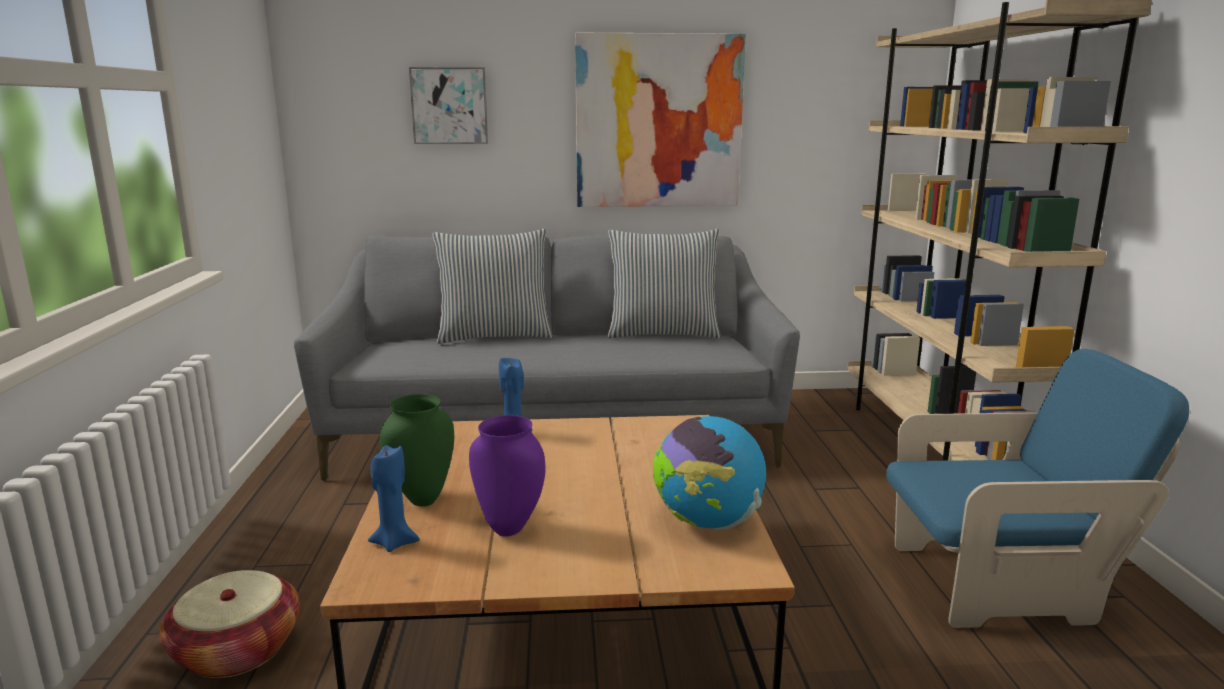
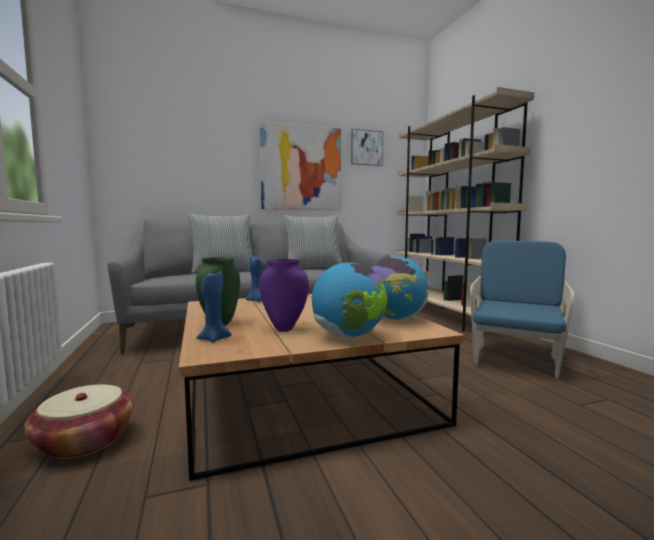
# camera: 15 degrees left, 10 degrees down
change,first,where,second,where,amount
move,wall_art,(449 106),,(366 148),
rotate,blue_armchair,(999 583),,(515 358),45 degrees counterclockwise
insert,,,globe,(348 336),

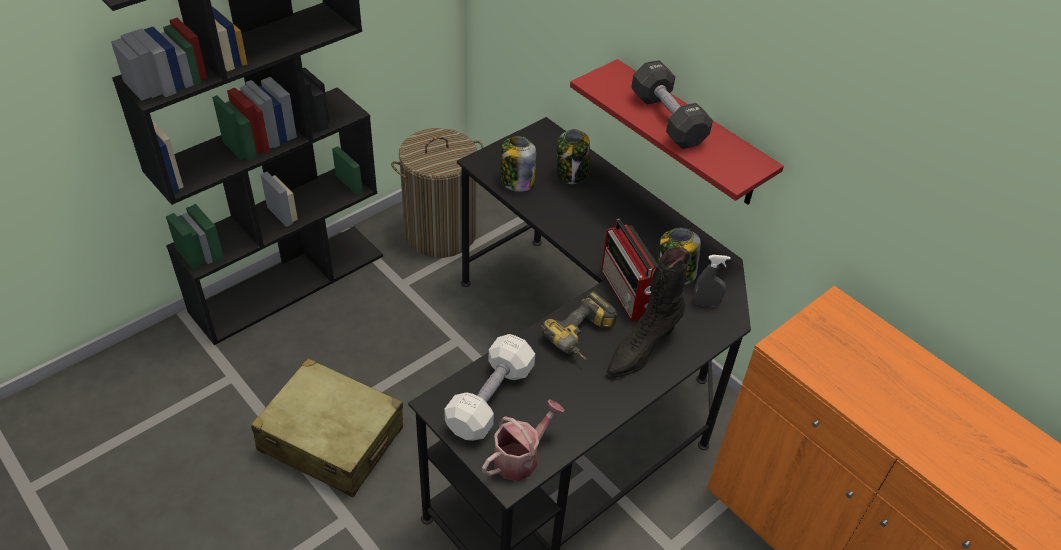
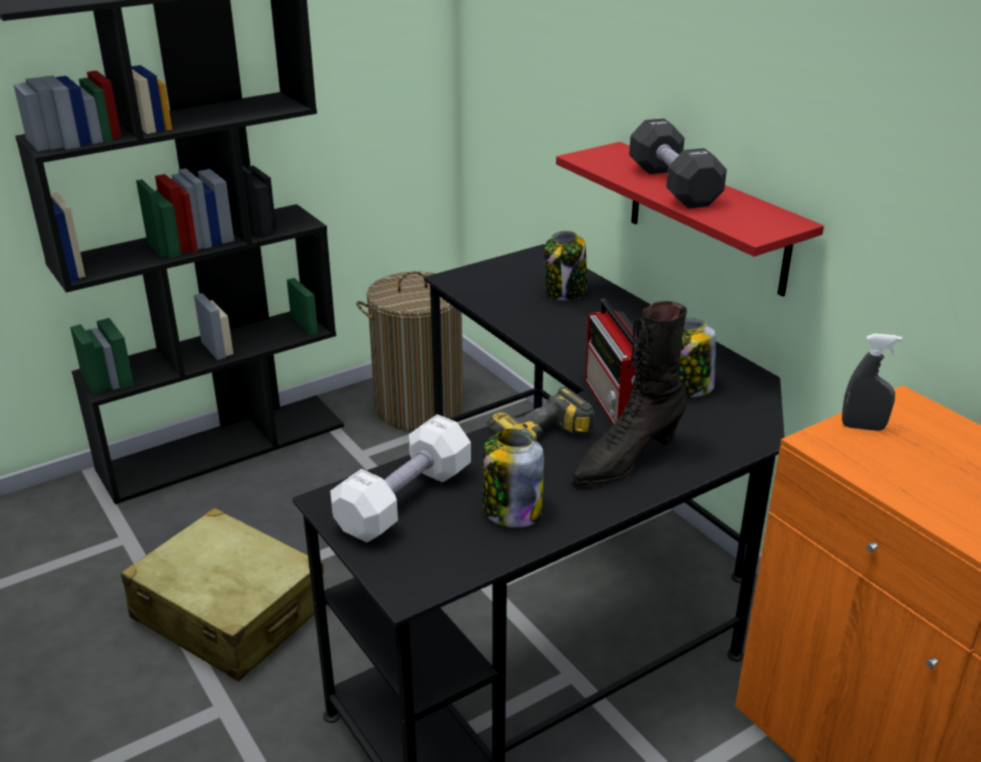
# camera: 10 degrees right, 15 degrees down
change,first,where,second,where,amount
delete,watering_pot,(520 457),,,
move,storage_jar,(516 181),,(511 511),
move,gray_hand_sprayer,(706 303),,(863 427),

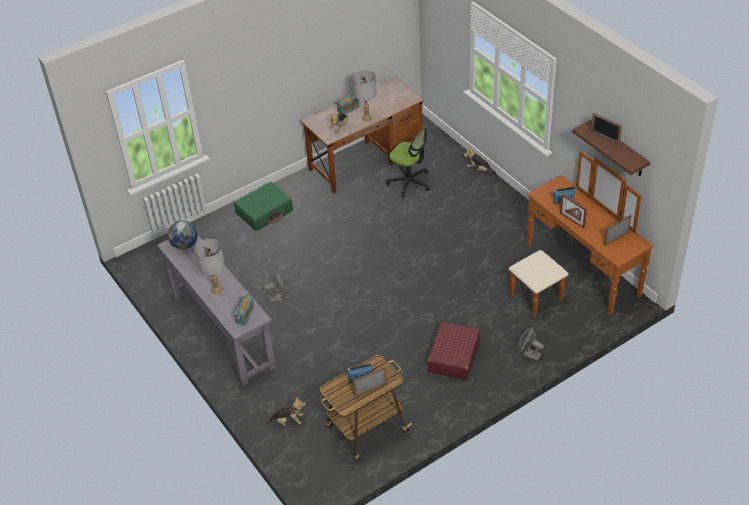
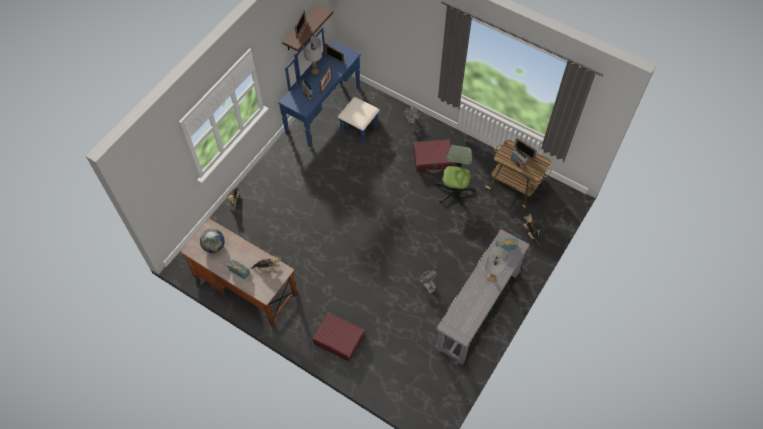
# camera: 115 degrees left, 15 degrees up
change,first,where,second,where,amount
move,globe,(185 245),,(214 246),
recolor,green_travel_case,(264 212),reddish_travel_case,(339 339),
move,gray_table_lamp,(366 118),,(315 71),
move,desk_chair,(409 182),,(454 192),
recolor,brown-coloured_drawer_chest,(572 276),blue_drawer_chest,(331 114),

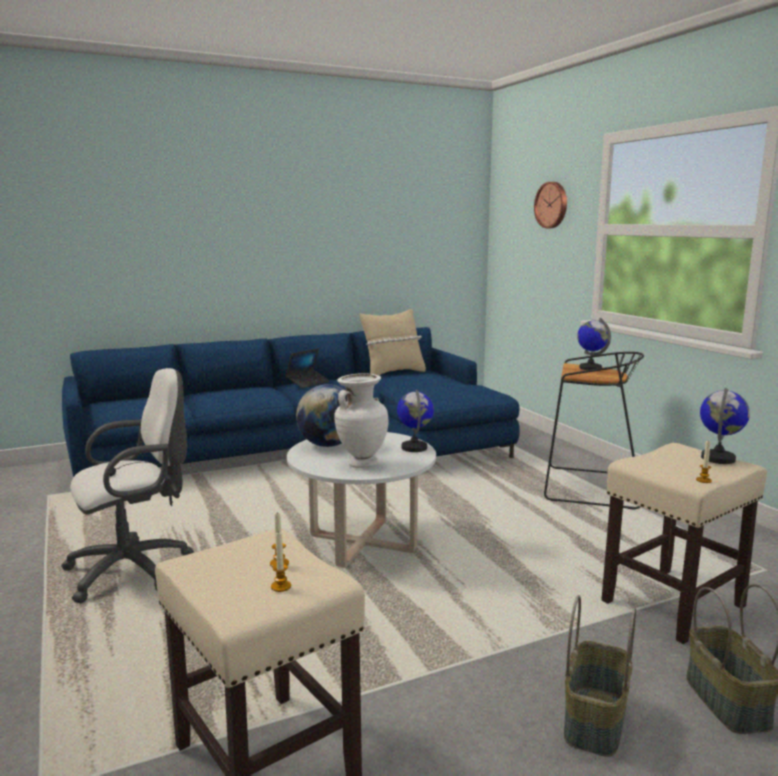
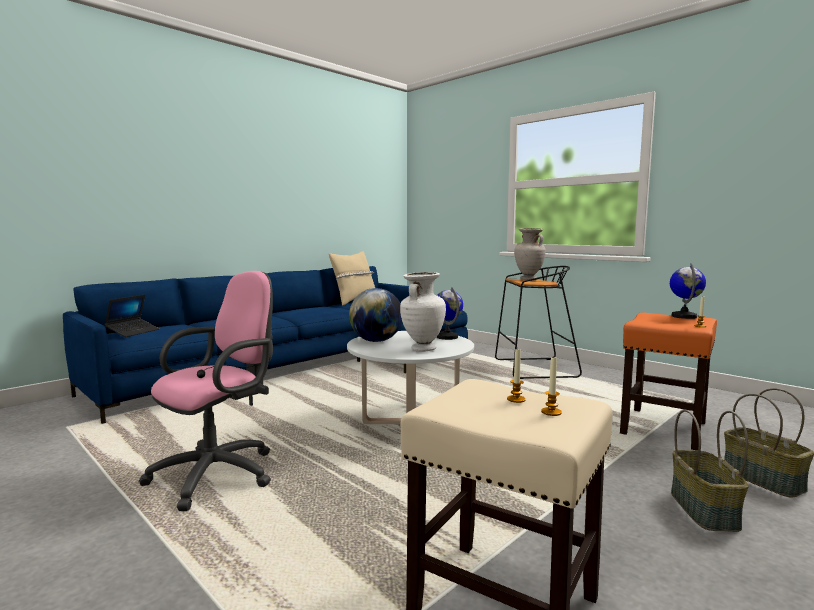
# camera: 20 degrees left, 5 degrees down
change,first,where,second,where,amount
recolor,white-coloured_desk_chair,(136 569),pink-coloured_desk_chair,(220 473),
move,laptop,(308 383),,(133 332),
delete,wall_clock,(552 205),,,
replace,globe,(590 368),beige-coloured_vase,(528 279),
recolor,beige-coloured_stool_seat,(672 604),orangey_stool_seat,(663 428),

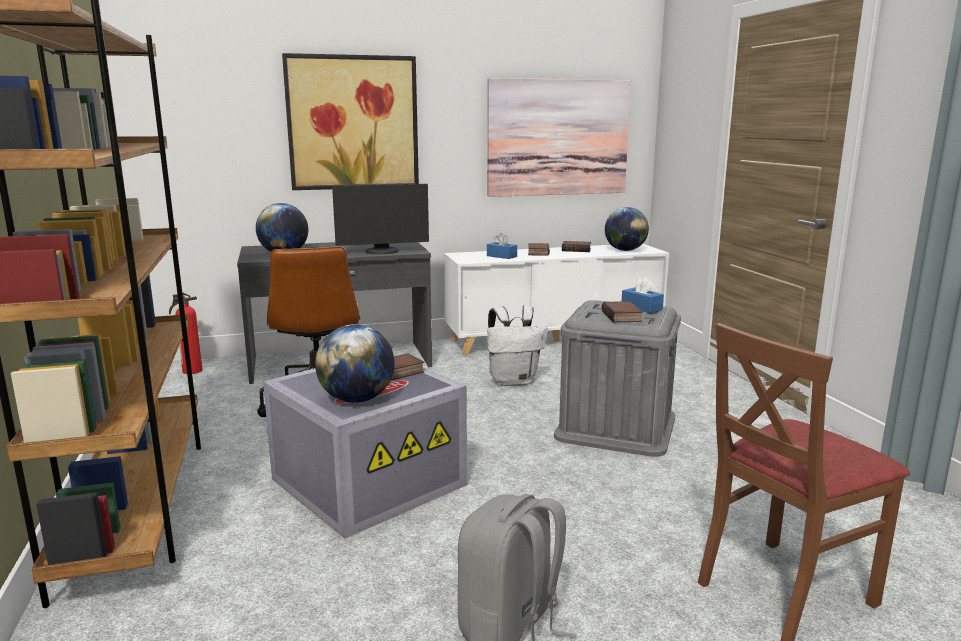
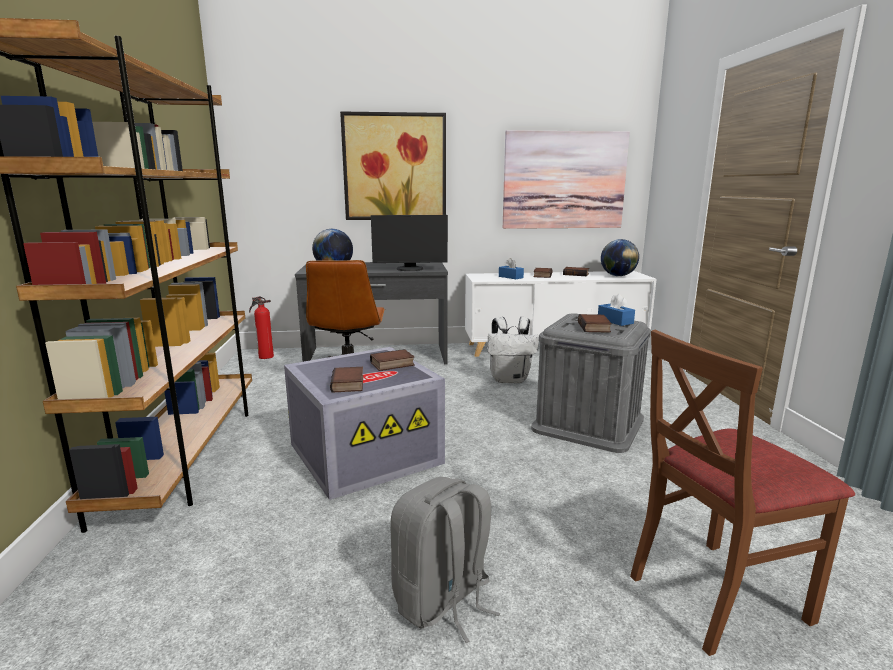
# camera: 10 degrees right, 0 degrees up
change,first,where,second,where,amount
replace,globe,(357 399),bound_book,(349 384),

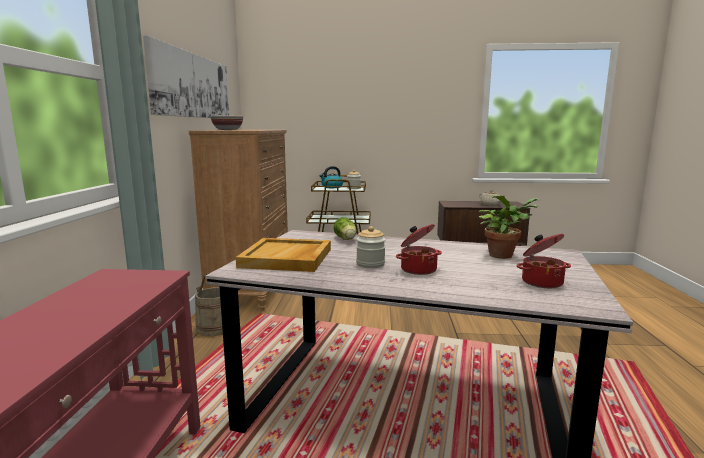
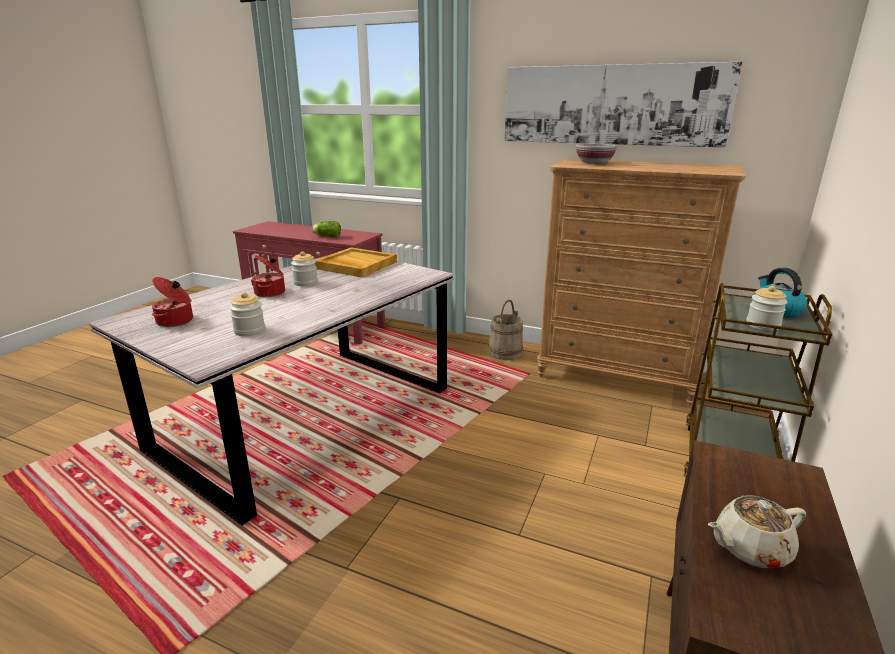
# camera: 110 degrees right, 10 degrees up
change,first,where,second,where,amount
move,lettuce,(346 239),,(326 236),
replace,houseplant,(503 255),storage_jar,(249 330),

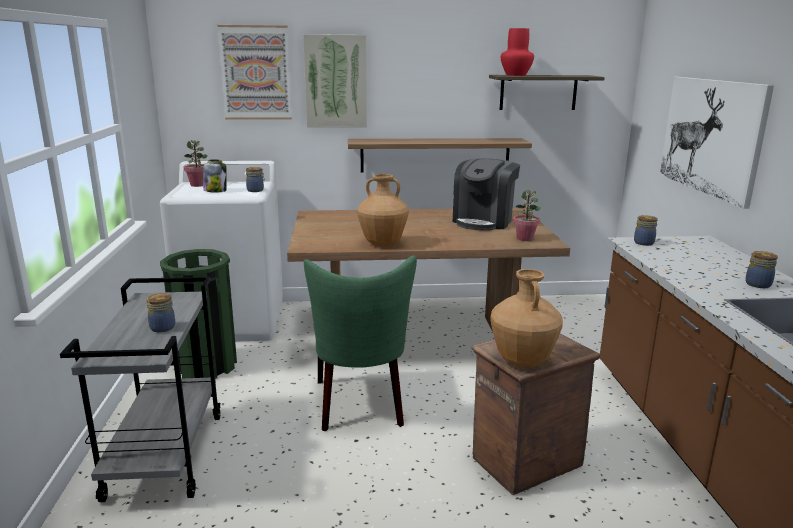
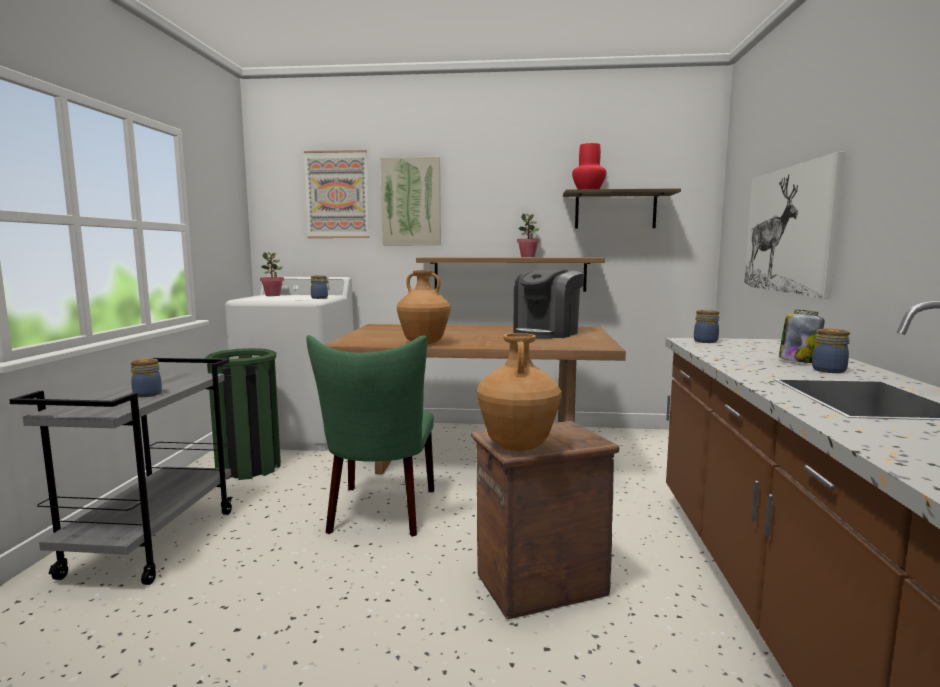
# camera: 10 degrees right, 10 degrees down
change,first,where,second,where,amount
move,storage_jar,(215 191),,(798 361),
move,houseplant,(525 238),,(528 257),

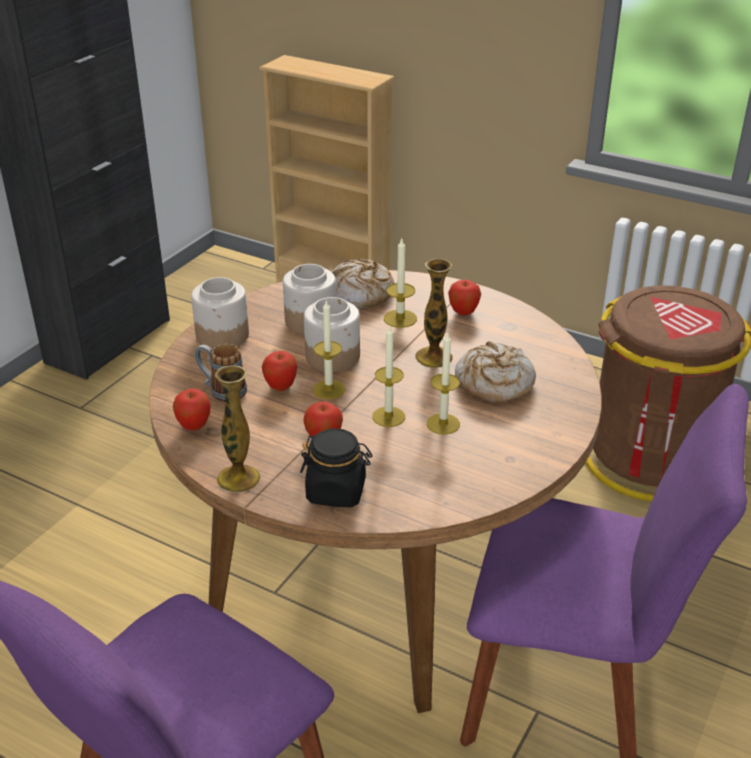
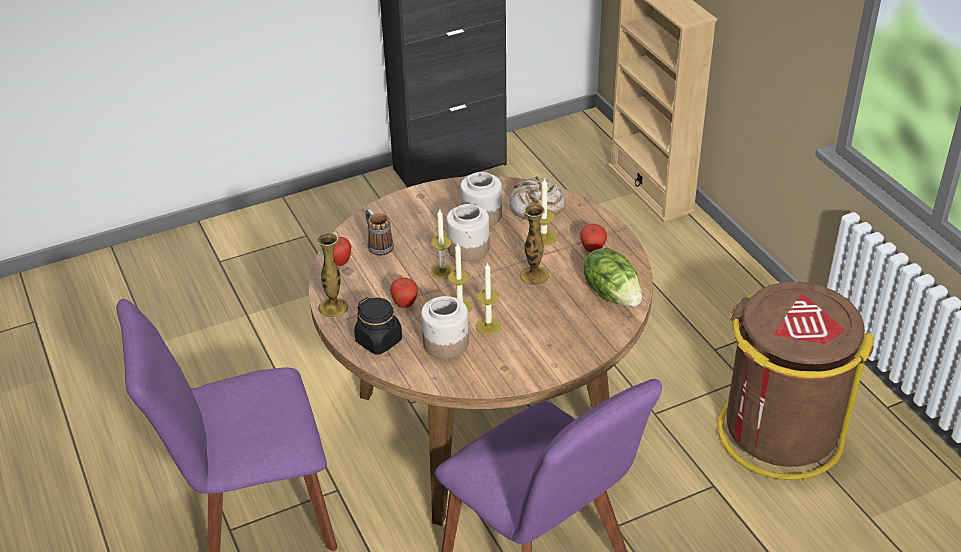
# camera: 35 degrees right, 5 degrees up
change,first,where,second,where,amount
move,storage_jar,(223 335),,(446 343),
delete,apple_fruit,(281 387),,,
delete,bakery_bread,(493 383),,,
insert,,,lettuce,(613 293),

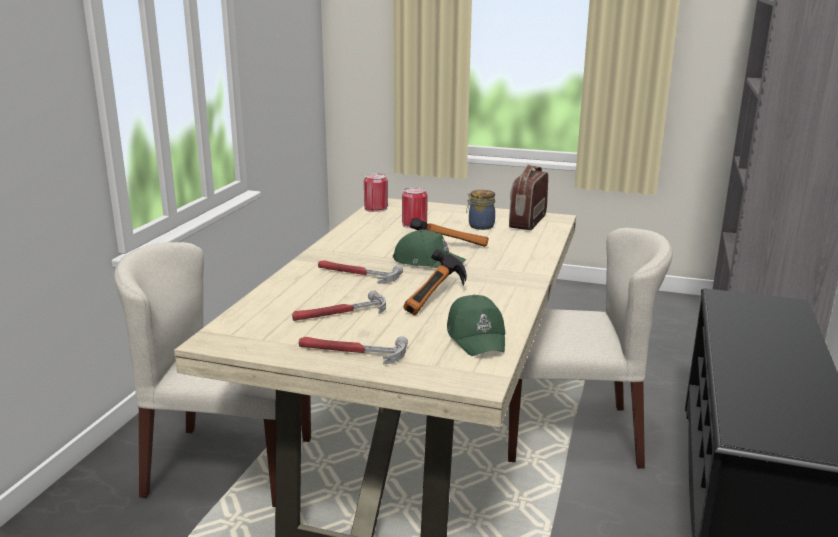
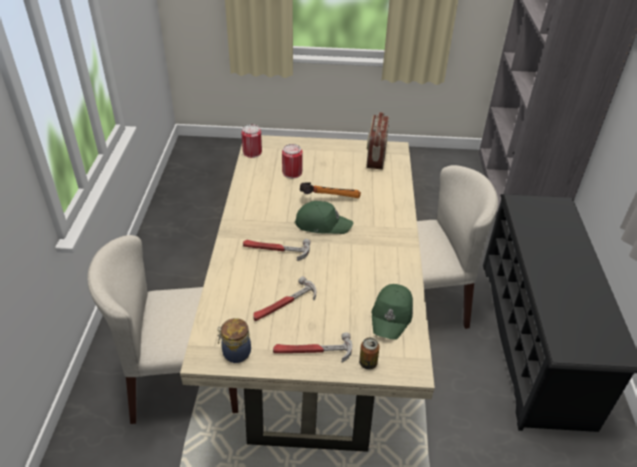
# camera: 15 degrees left, 20 degrees up
change,first,where,second,where,amount
delete,hand_hammer,(437 300),,,
rotate,green_peaked_cap,(477 336),,(392 315),45 degrees clockwise
move,storage_jar,(480 226),,(235 353),
insert,,,can,(368 363),

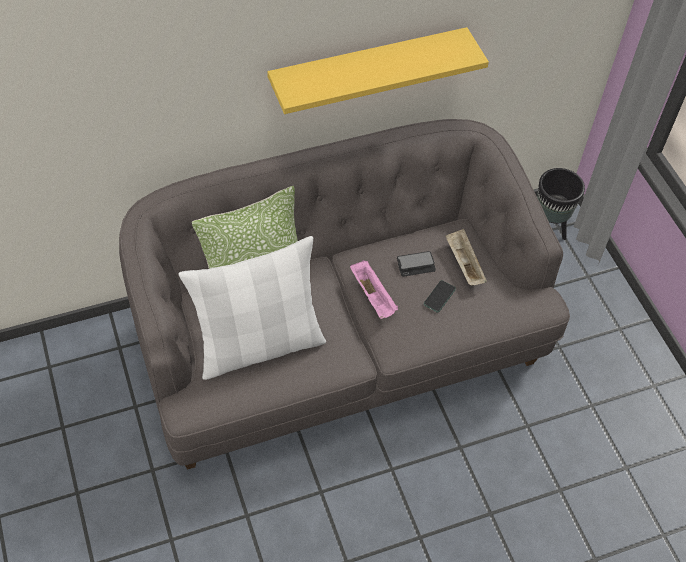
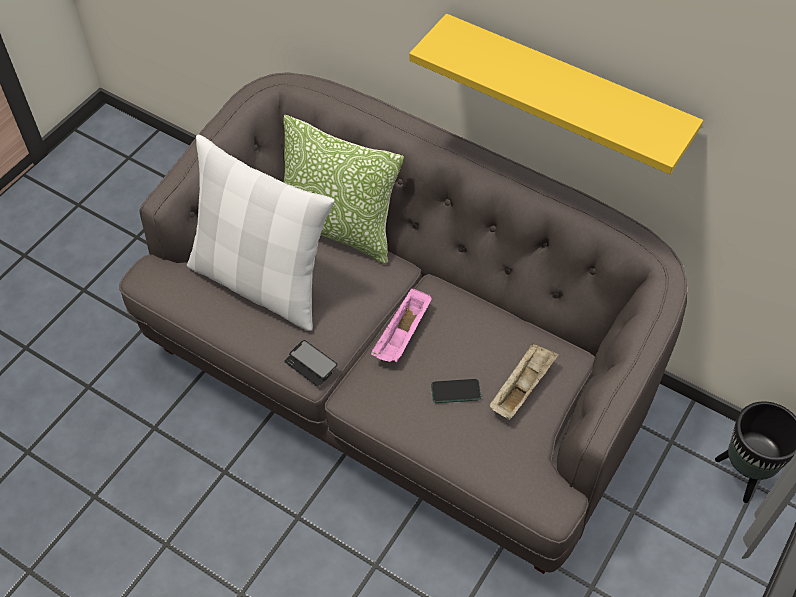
# camera: 55 degrees right, 0 degrees up
change,first,where,second,where,amount
move,handset,(416 264),,(311 364),

